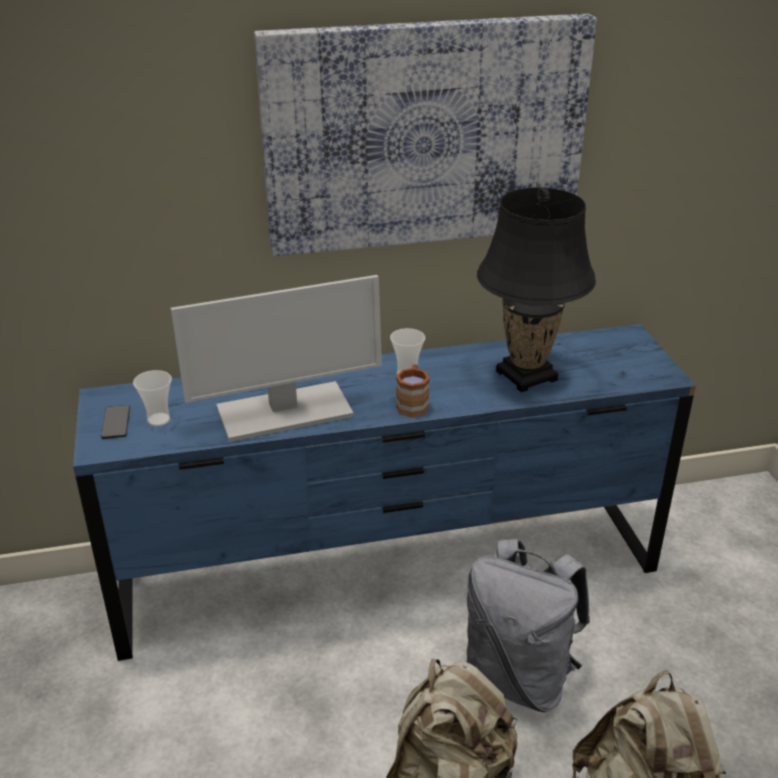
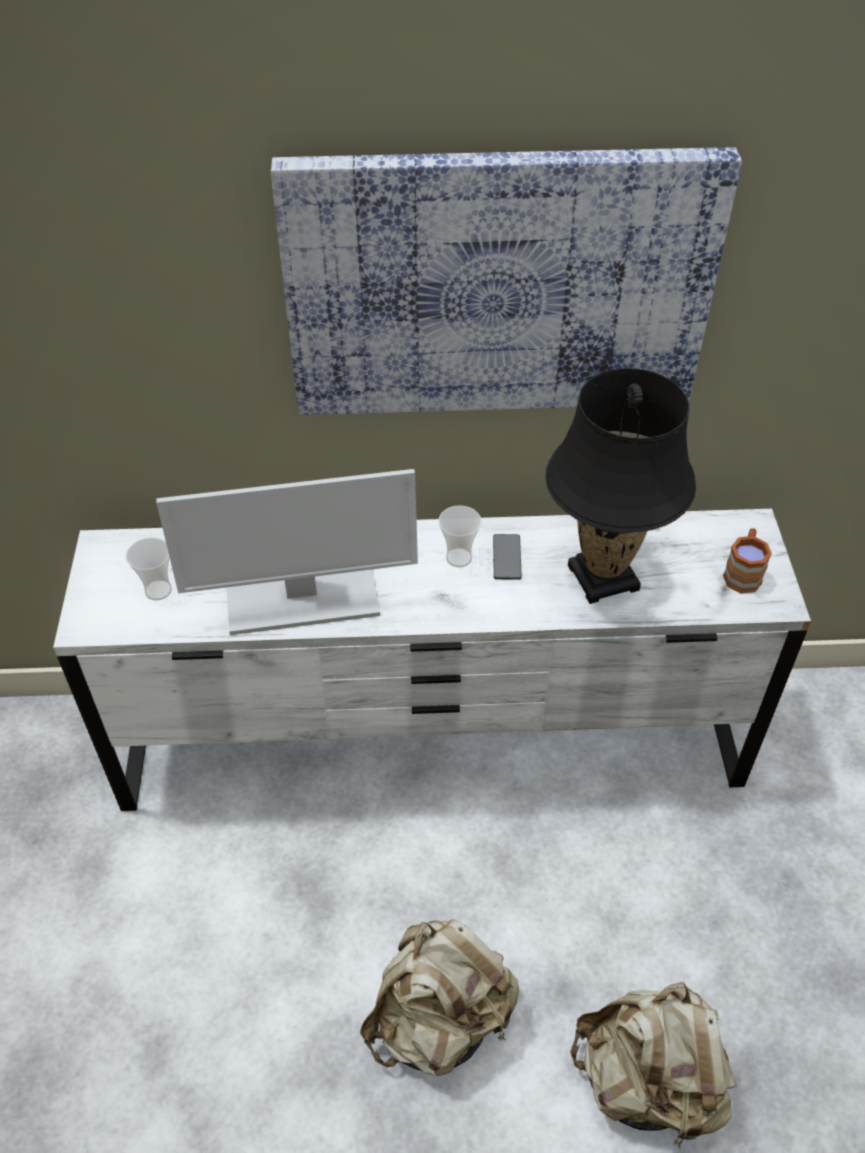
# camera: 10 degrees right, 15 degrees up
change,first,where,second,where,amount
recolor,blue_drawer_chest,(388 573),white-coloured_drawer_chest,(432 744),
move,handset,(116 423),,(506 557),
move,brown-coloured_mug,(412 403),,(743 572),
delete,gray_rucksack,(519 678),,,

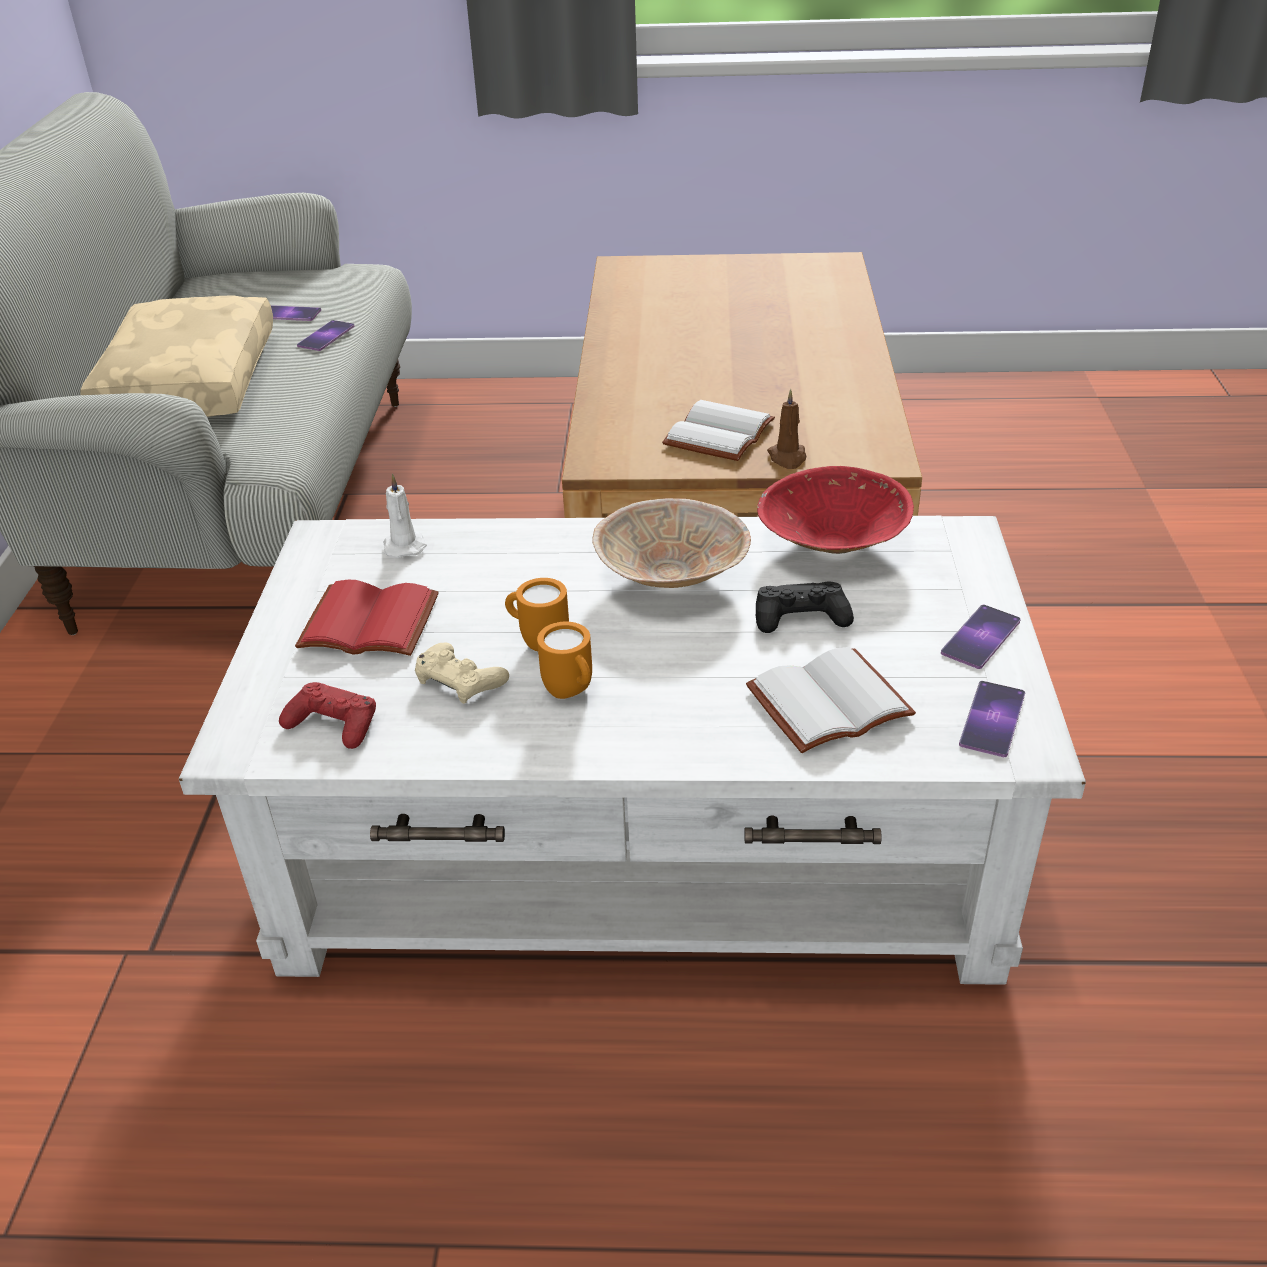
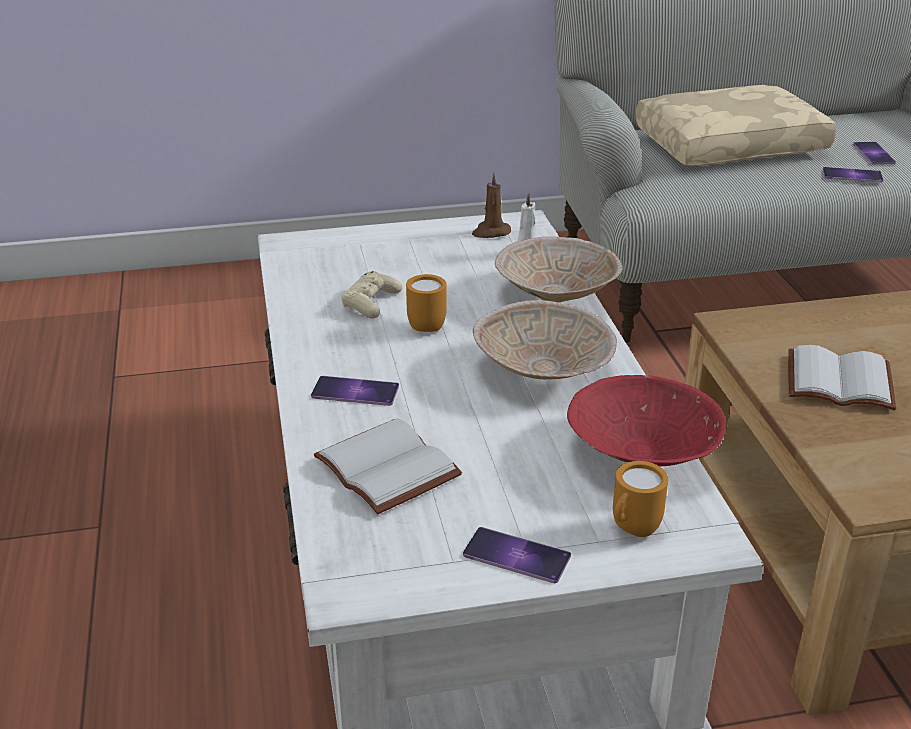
# camera: 75 degrees right, 5 degrees down
change,first,where,second,where,amount
delete,reddish_game_controller,(333 724),,,
delete,reddish_bound_book,(372 621),,,
move,orangey_mug,(572 693),,(631 531),
delete,blackish_game_controller,(801 616),,,
move,brown-coloured_wax_light,(787 458),,(490 232),
move,handset,(992 719),,(355 391),
insert,,,beige-coloured_deep_dish,(557 294),

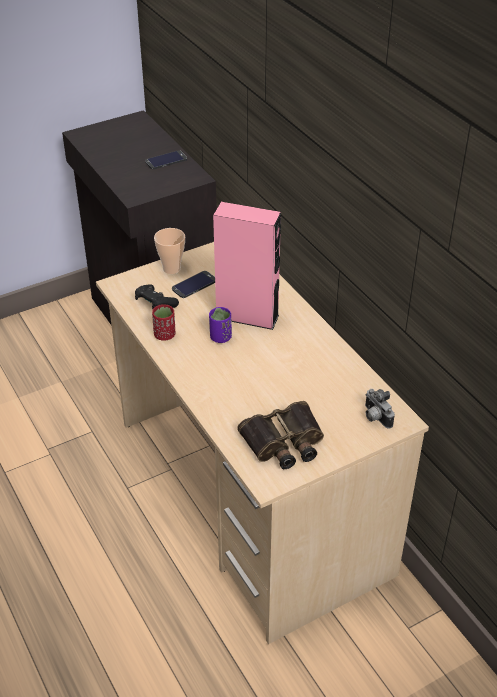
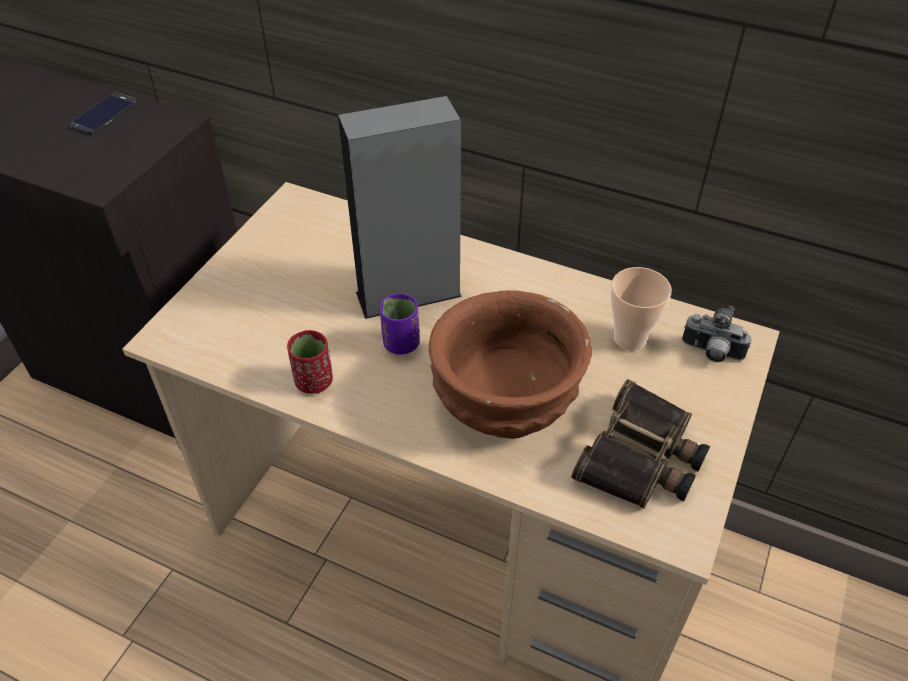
# camera: 35 degrees left, 5 degrees up
change,first,where,second,where,amount
delete,blackish_game_controller,(155 304),,,
move,drinking_cup,(171 268),,(629 339),
delete,handset,(194 285),,,
recolor,pink-coloured_loudspeaker,(247 316),gray_loudspeaker,(408 294),
insert,,,brown-coloured_deep_dish,(503 400),

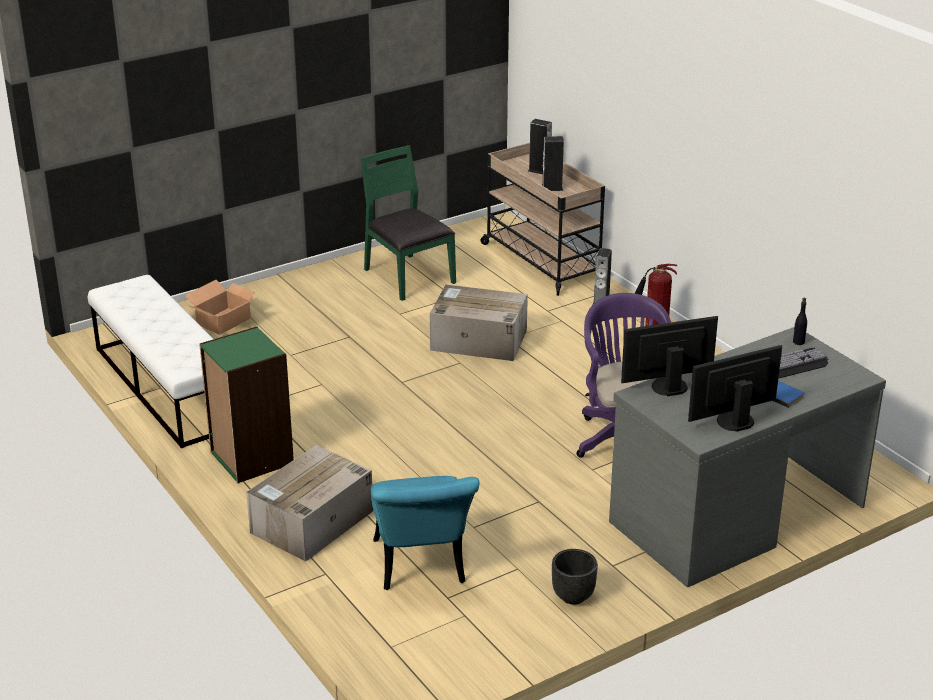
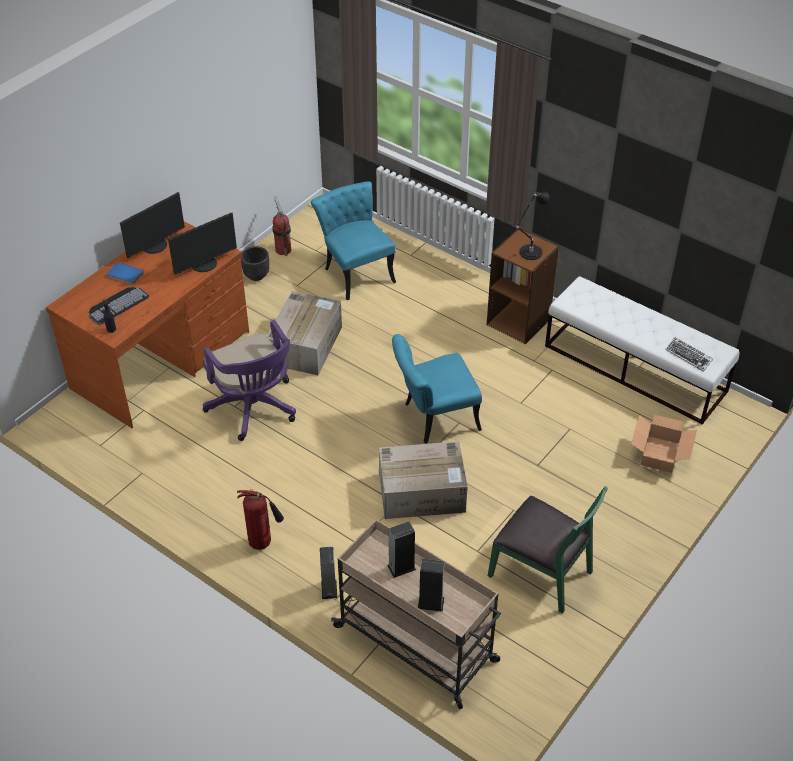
# camera: 160 degrees right, 15 degrees up
change,first,where,second,where,amount
recolor,green_bookshelf,(251 458),brown-coloured_bookshelf,(519 321),
move,packing_box,(311 523),,(305 344),
recolor,gray_desk_unit,(735 514),brown-coloured_desk_unit,(162 360),
insert,,,fire_extinguisher,(283 249),
insert,,,blue-green_upright_chair,(434 418),
insert,,,blackish_table_lamp,(529 253),
insert,,,PC_keyboard,(688 356),

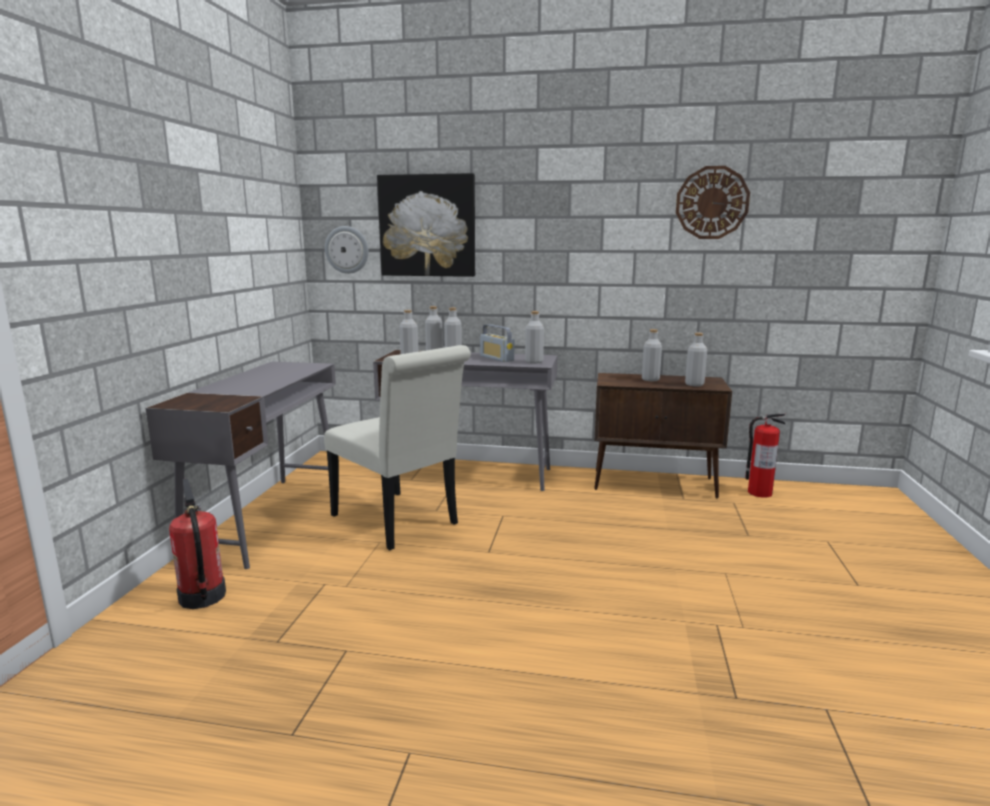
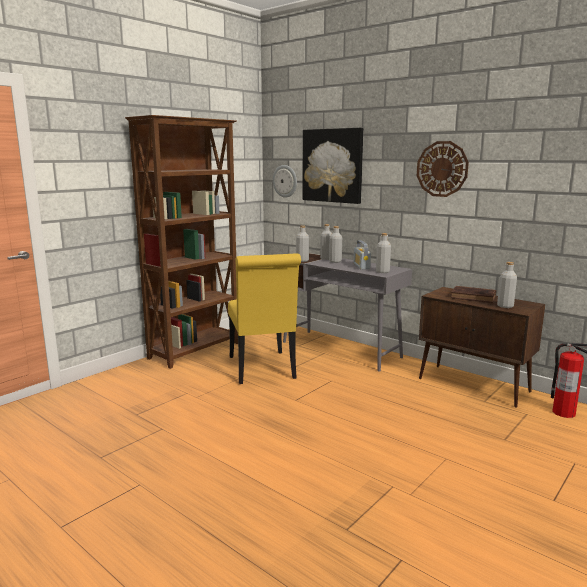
# camera: 30 degrees right, 0 degrees up
change,first,where,second,where,amount
replace,gray_desk_unit,(268 518),brown-coloured_bookshelf,(196 351),
delete,fire_extinguisher,(202 597),,,
recolor,white-coloured_upright_chair,(399 522),yellowish_upright_chair,(262 370),
replace,gray_bottle,(650 379),brown-coloured_bound_book,(474 297),
move,wall_clock,(712 203),,(442 169),

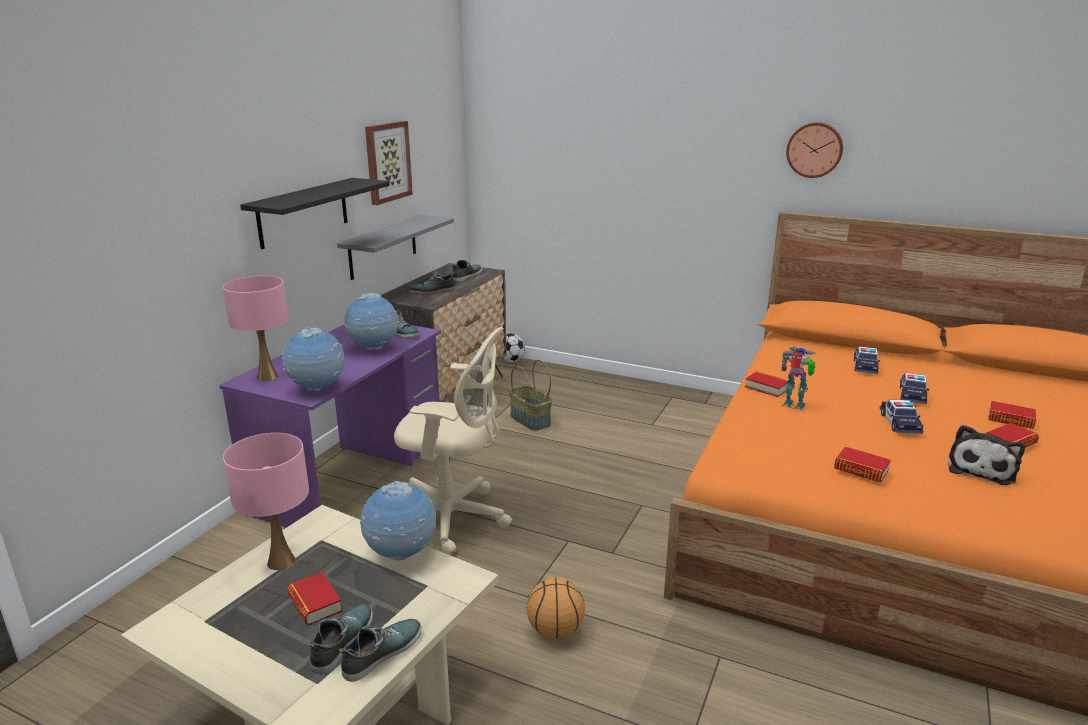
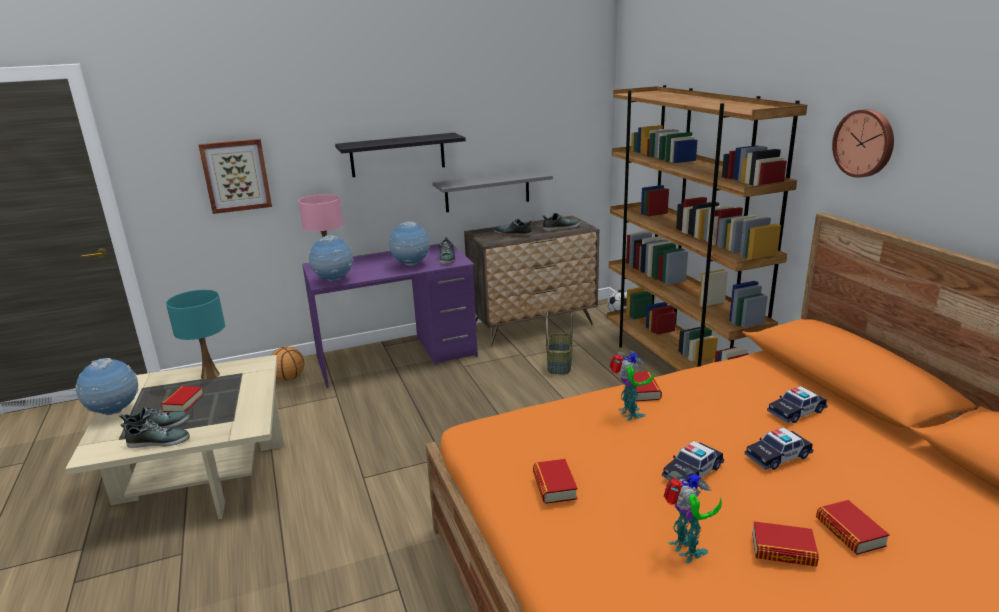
# camera: 45 degrees right, 0 degrees up
change,first,where,second,where,amount
recolor,pink-coloured_table_lamp,(282 561),blue-green_table_lamp,(210 375),
move,globe,(401 554),,(115 412),
move,wall_art,(387 162),,(236 175),
delete,beige-coloured_desk_chair,(453 518),,,
move,ball_for_basketball,(555 630),,(289 378),
replace,cuddly_toy,(981 469),robot_figure,(686 551),
insert,,,brown-coloured_bookshelf,(678 368),

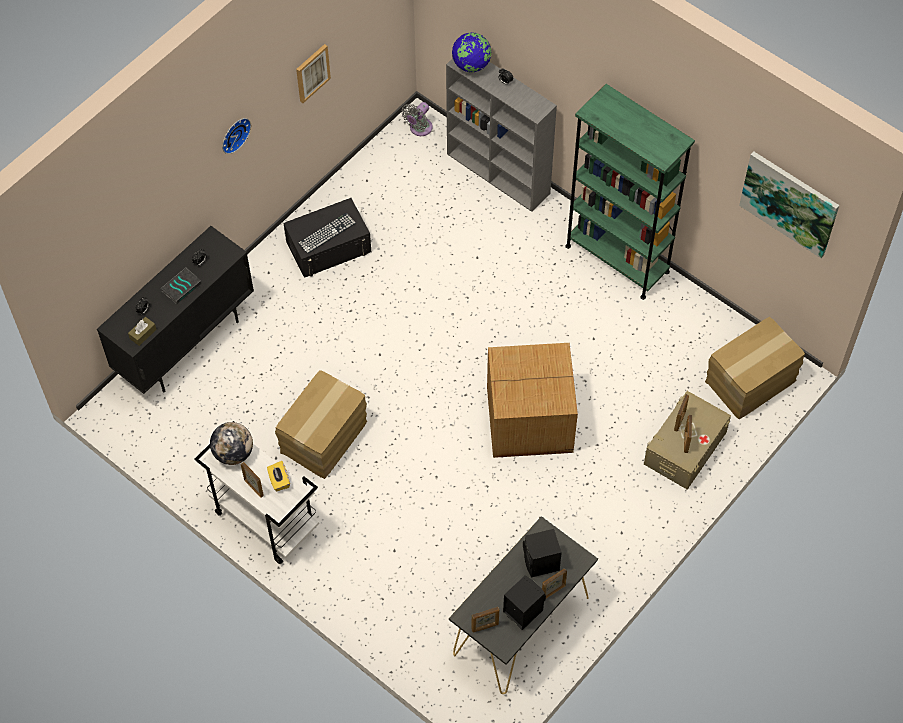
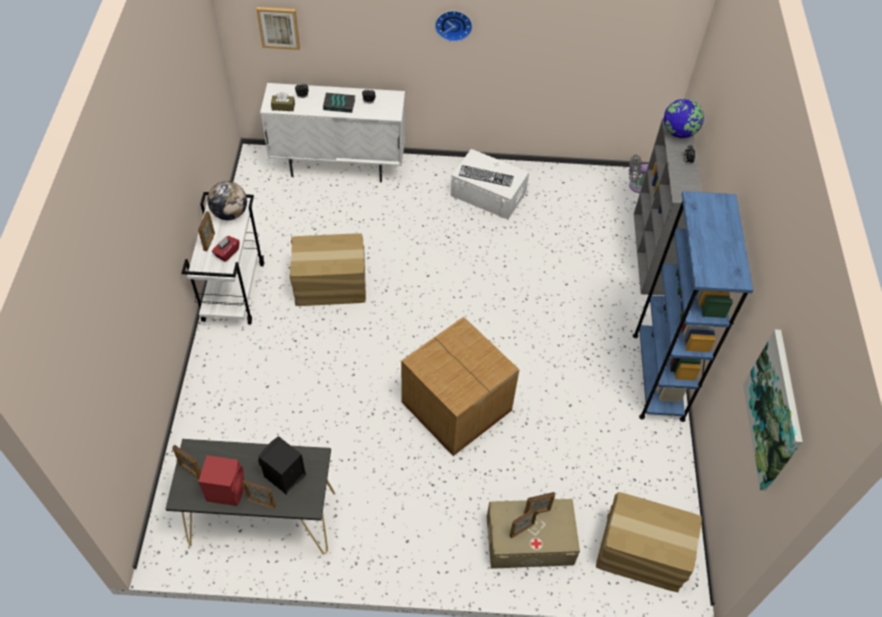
# camera: 50 degrees right, 5 degrees down
change,first,where,second,where,amount
recolor,blackish_storage_cabinet,(186 344),white-coloured_storage_cabinet,(339 166),
recolor,yellowish_tissue_box,(279 480),reddish_tissue_box,(227 253),
recolor,blackish_storage_bin,(328 246),white-coloured_storage_bin,(488 194),
move,wall_art,(312 72),,(279 27),
recolor,blackish_loudspeaker,(522 610),reddish_loudspeaker,(226 489),
recolor,green_bookshelf,(617 259),blue_bookshelf,(658 376),

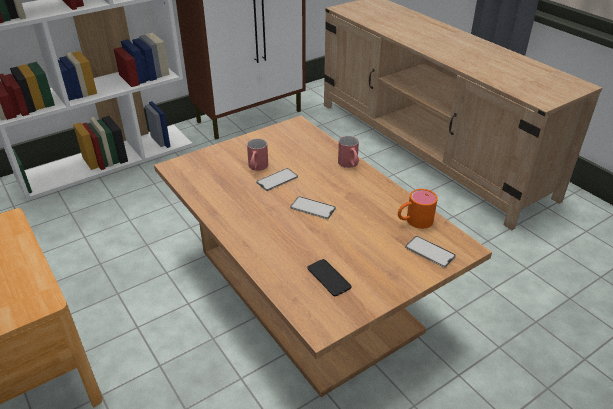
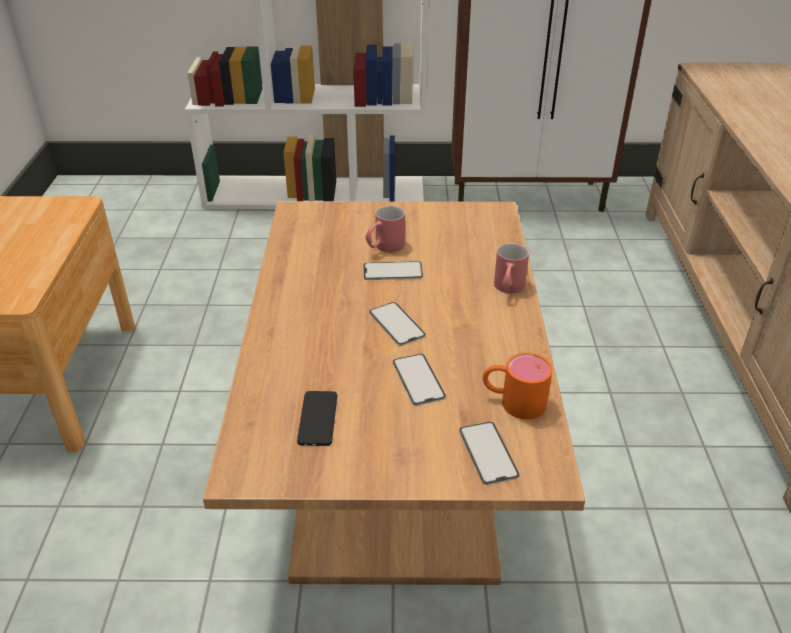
# camera: 35 degrees right, 0 degrees up
change,first,where,second,where,amount
insert,,,handset,(418 379),

